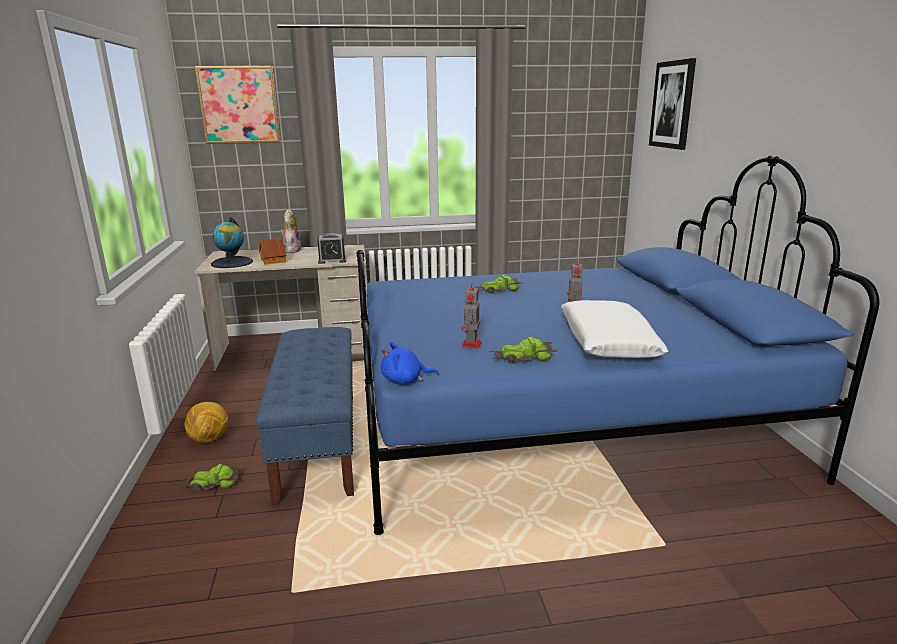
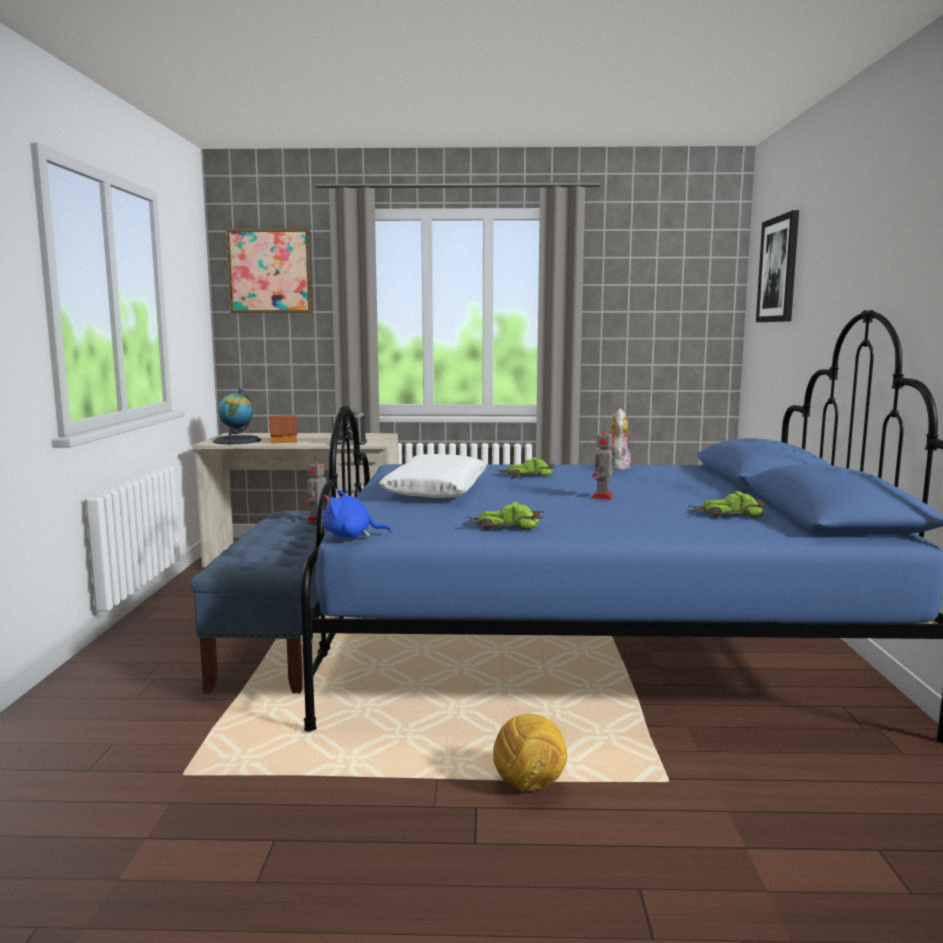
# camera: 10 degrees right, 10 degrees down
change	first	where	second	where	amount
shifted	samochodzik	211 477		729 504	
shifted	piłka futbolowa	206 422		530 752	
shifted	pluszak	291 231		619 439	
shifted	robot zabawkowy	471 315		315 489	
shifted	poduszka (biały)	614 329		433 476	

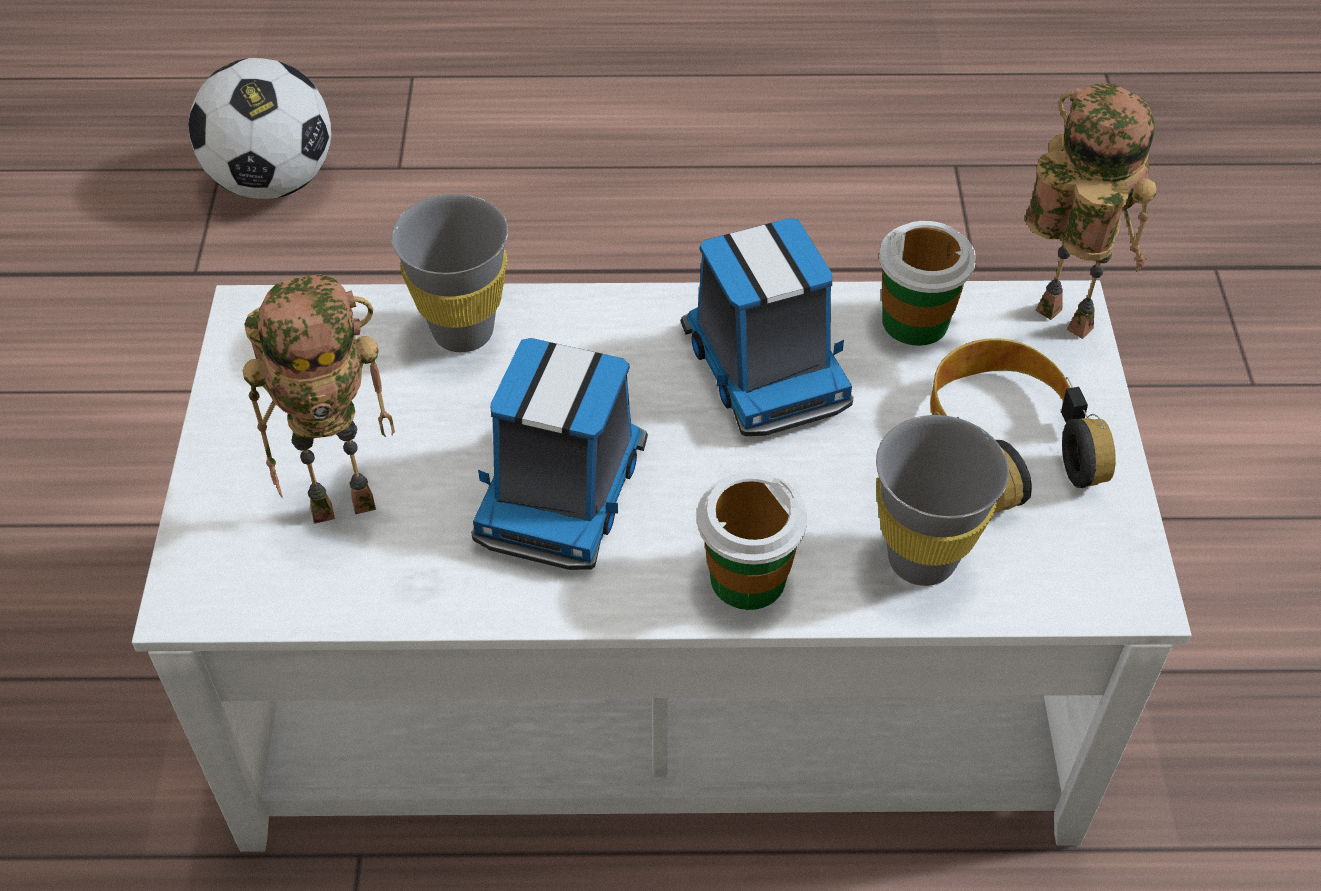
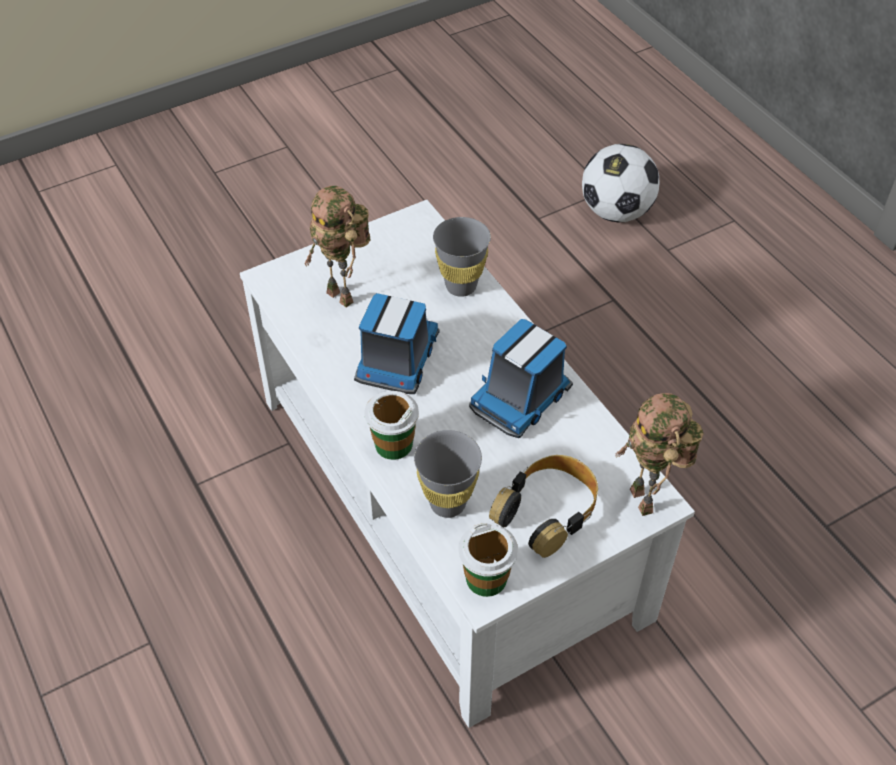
# camera: 60 degrees right, 0 degrees up
change	first	where	second	where	amount
rotated	ciężarówka zabawkowa	559 454		396 343	120 degrees clockwise
shifted	filiżanka	927 283		488 560	
rotated	robot zabawkowy	1091 211		659 454	150 degrees clockwise

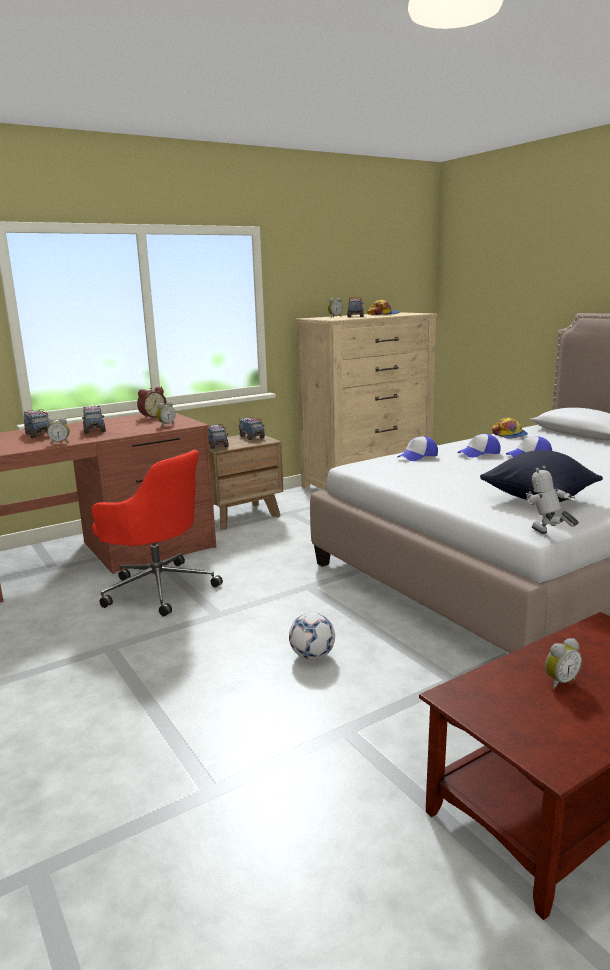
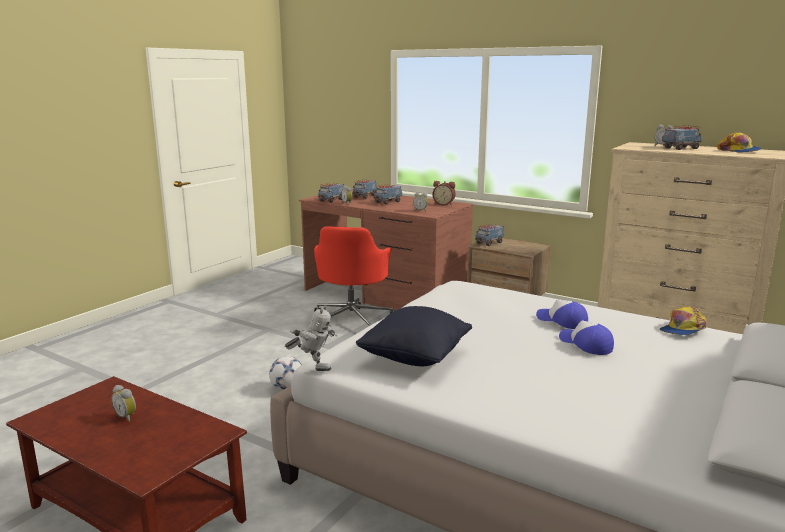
# camera: 65 degrees right, 0 degrees up
change	first	where	second	where	amount
shifted	ciężarówka zabawkowa	252 428		331 193	
gone	czapka z daszkiem	417 448			
rotated	robot zabawkowy	552 500		311 338	75 degrees clockwise

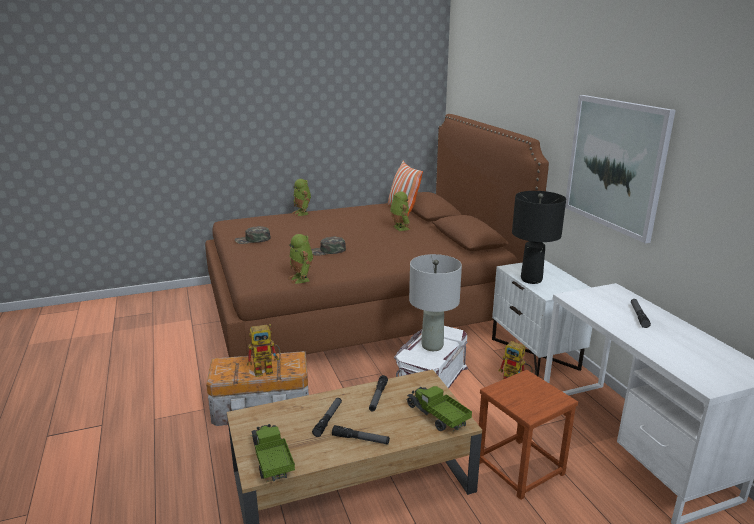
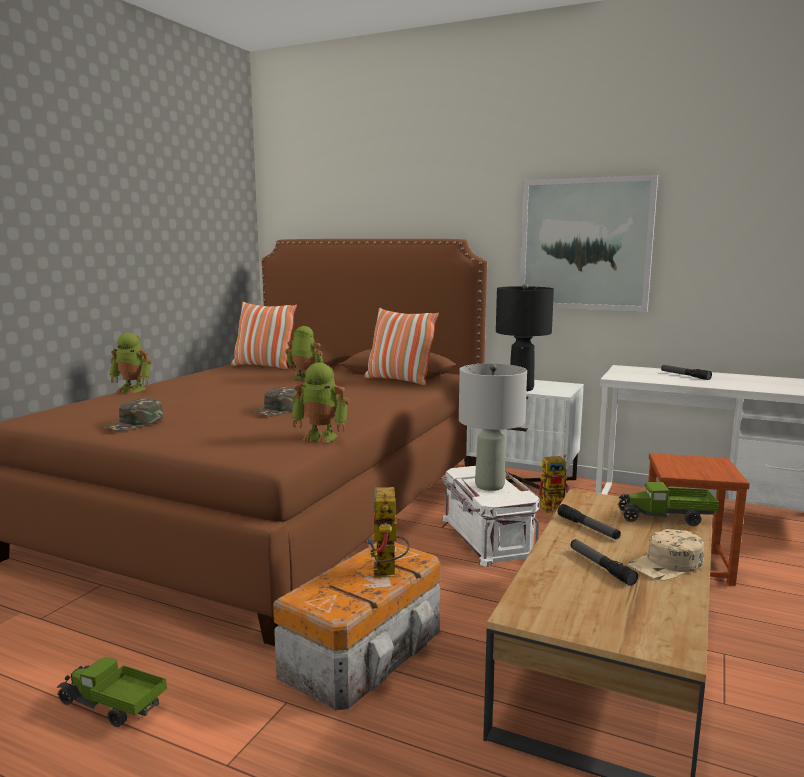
# camera: 45 degrees left, 10 degrees down
change	first	where	second	where	amount
rotated	robot zabawkowy	264 350		388 532	150 degrees clockwise
shifted	ciężarówka zabawkowa	272 453		112 692	
swapped	latarka	361 435	czapka z daszkiem (beżowy)	666 555	
new			poduszka	401 346	

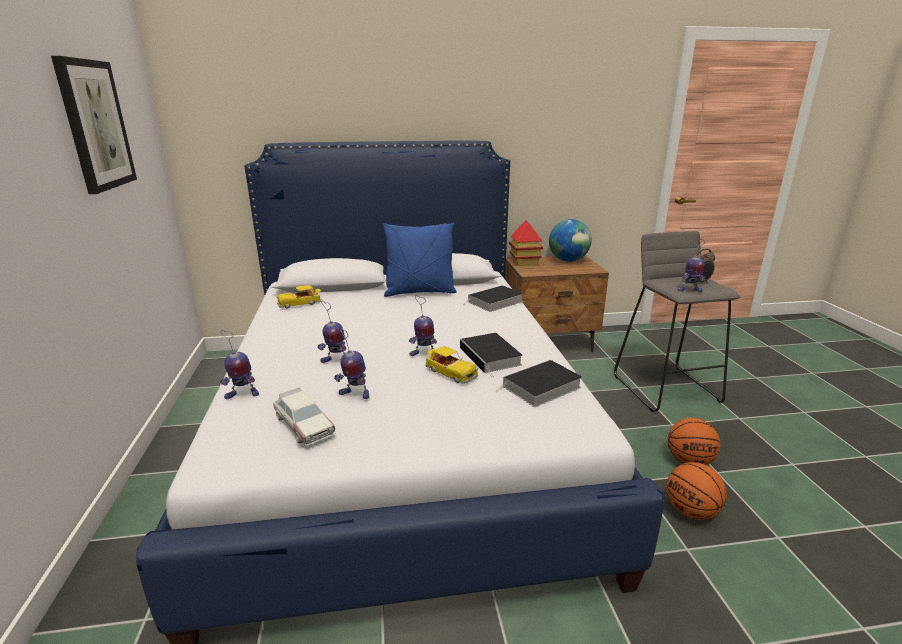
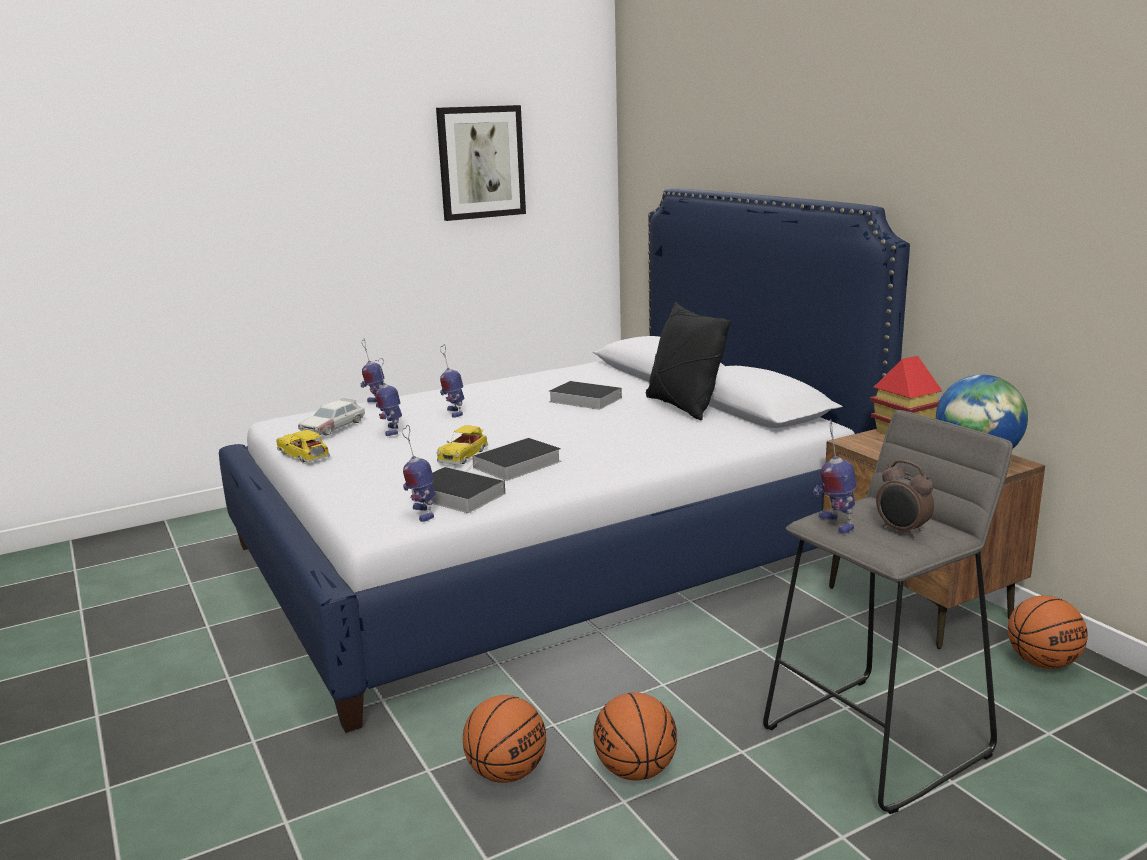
# camera: 70 degrees right, 5 degrees down
change	first	where	second	where	amount
shifted	samochodzik	299 297		303 446	
repainted	poduszka (niebieski)	419 260	poduszka (czarny)	689 361	
shifted	robot zabawkowy	423 325		419 473	
shifted	książka	493 298		585 395	
new			piłka do koszykówki	1048 632	

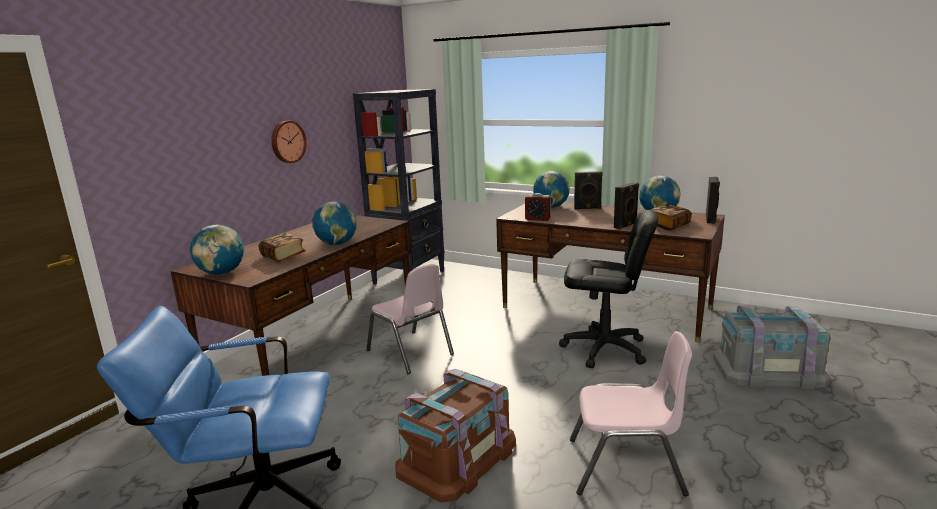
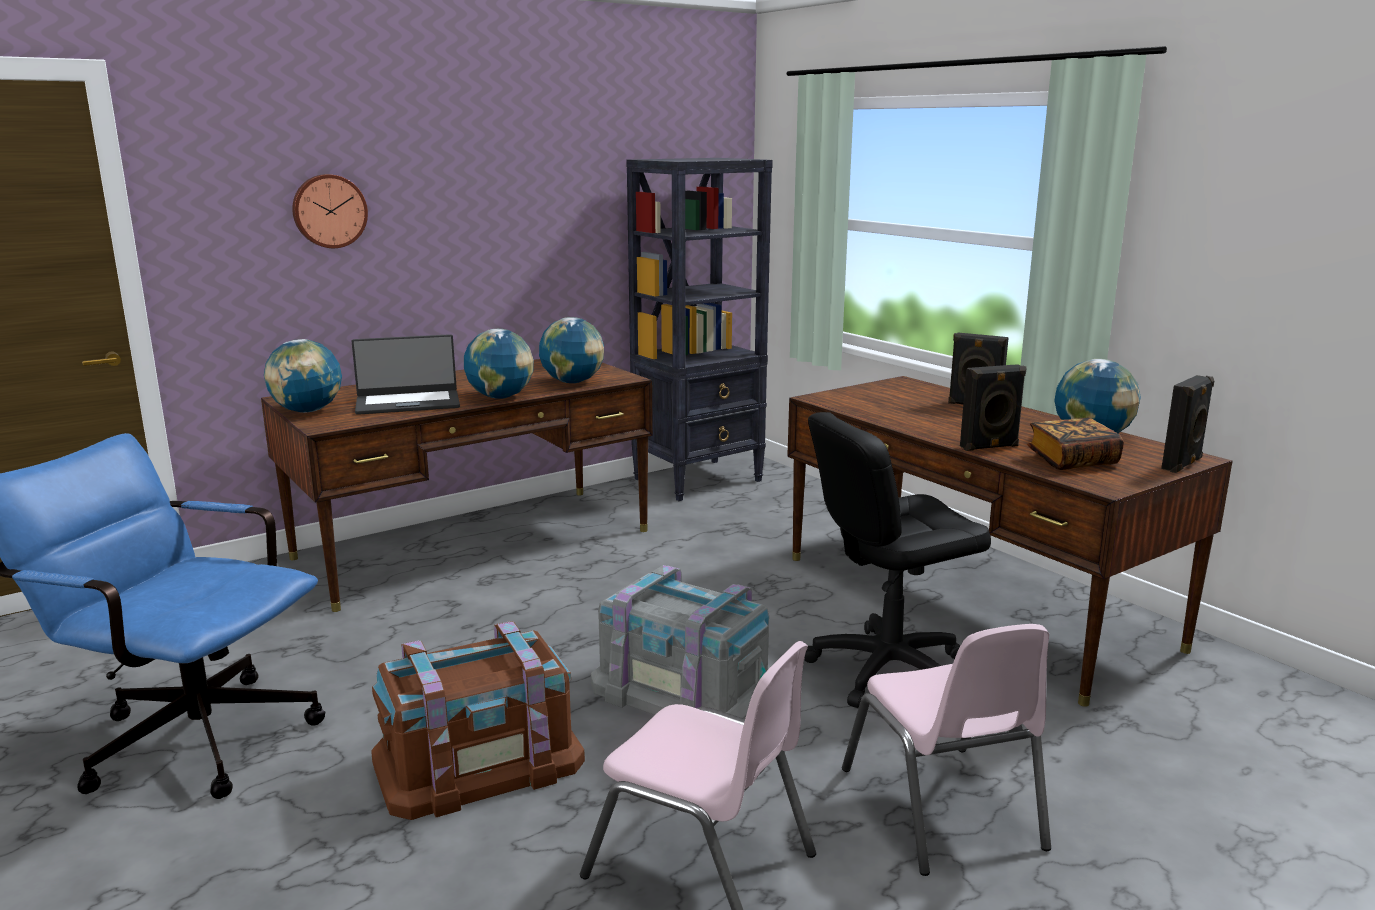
# camera: 25 degrees right, 0 degrees up
change	first	where	second	where	amount
swapped	książka	282 248	laptop	405 374	
shifted	zegar ścienny	289 142		330 211	
shifted	krzesło (różowy)	410 319		946 750	
gone	budzik	538 207			
shifted	globus	551 189		571 350	
rotated	krzesło biurowe (czarny)	608 289		897 560	120 degrees clockwise
shifted	pojemnik do przechowywania (szary)	772 347		680 642	

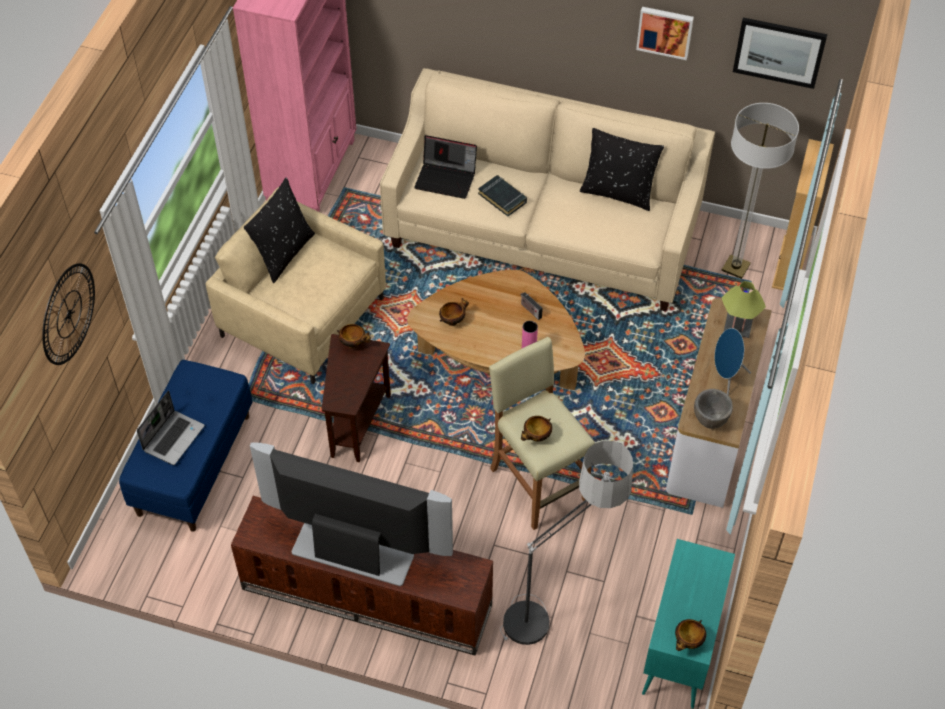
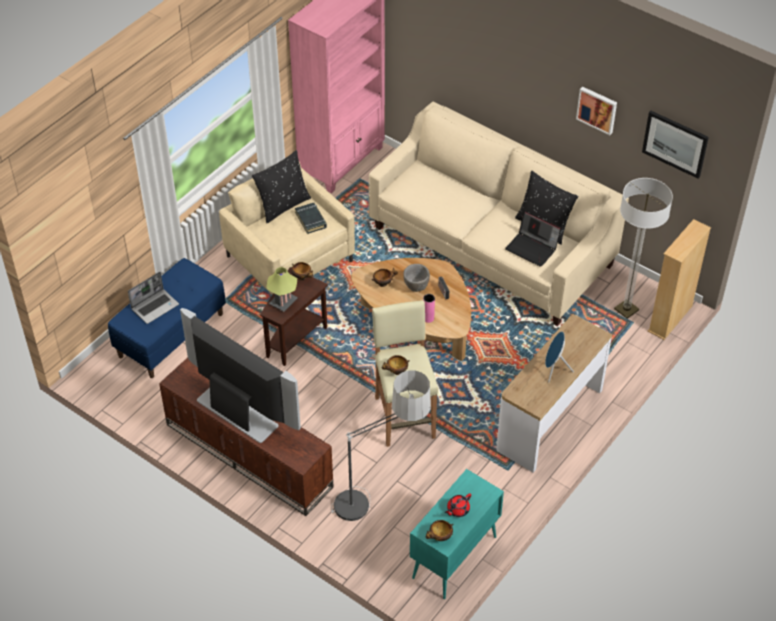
# camera: 20 degrees right, 5 degrees down
change	first	where	second	where	amount
gone	zegar ścienny	68 314			
shifted	laptop	445 167		533 239	
shifted	książka (czarny)	502 195		311 218	
shifted	miska (szary)	713 409		416 278	
shifted	lampa stołowa	744 309		282 289	
new			imbryk (czerwony)	458 505	

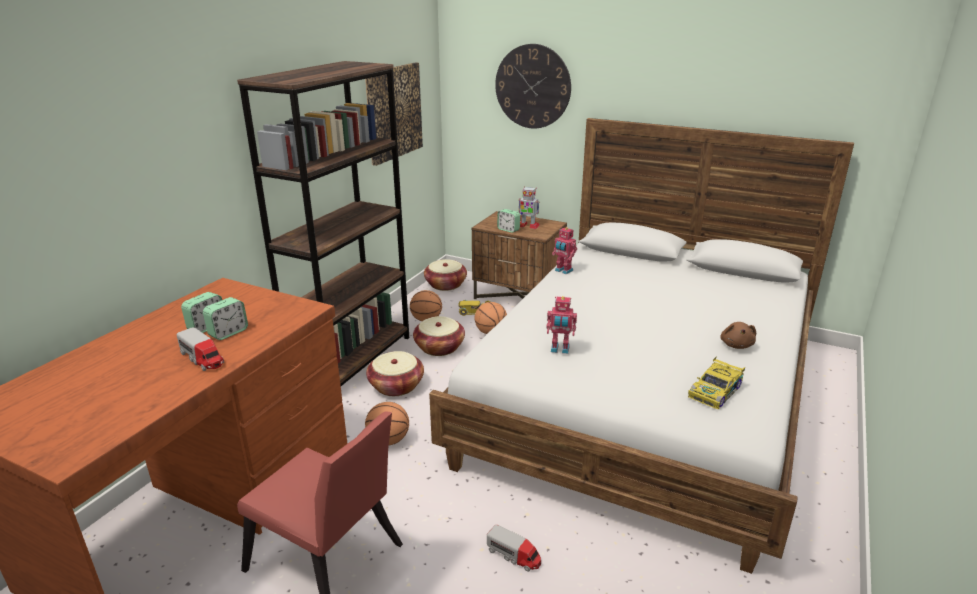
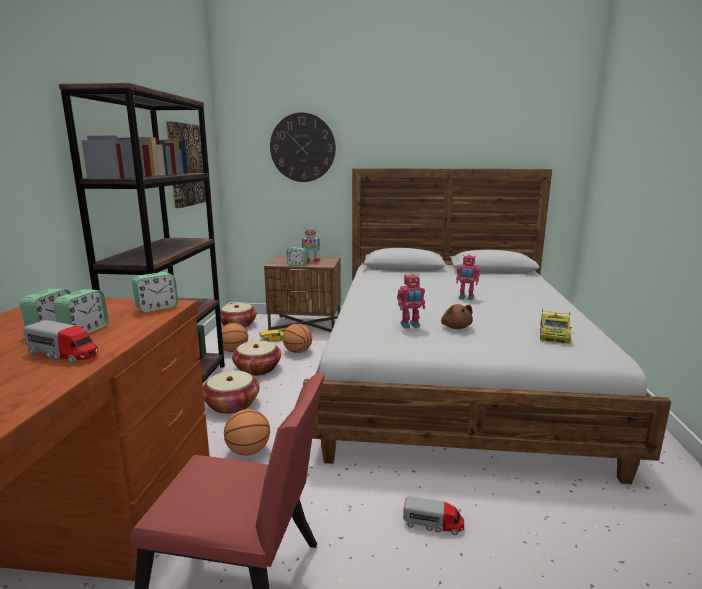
# camera: 20 degrees left, 10 degrees down
change	first	where	second	where	amount
shifted	robot zabawkowy	564 250		468 277	
shifted	pluszak (brązowy)	738 335		457 316	
new			budzik	155 292	

